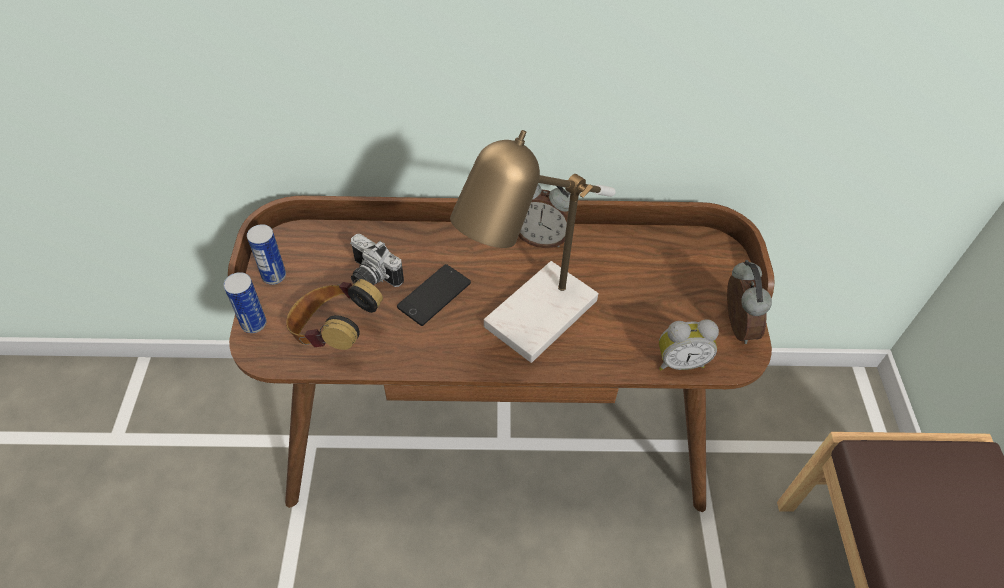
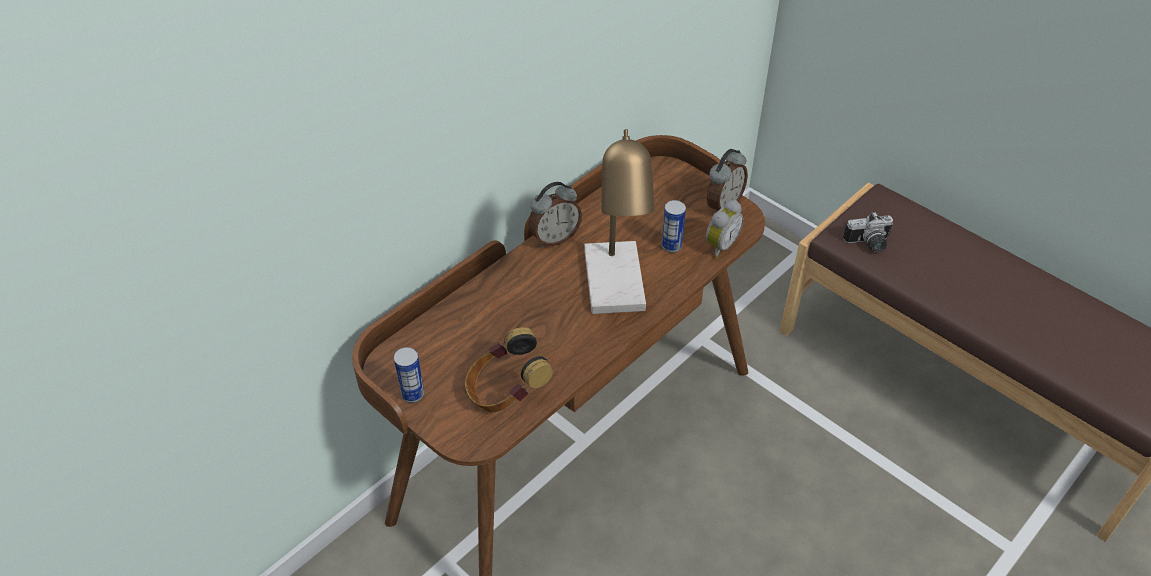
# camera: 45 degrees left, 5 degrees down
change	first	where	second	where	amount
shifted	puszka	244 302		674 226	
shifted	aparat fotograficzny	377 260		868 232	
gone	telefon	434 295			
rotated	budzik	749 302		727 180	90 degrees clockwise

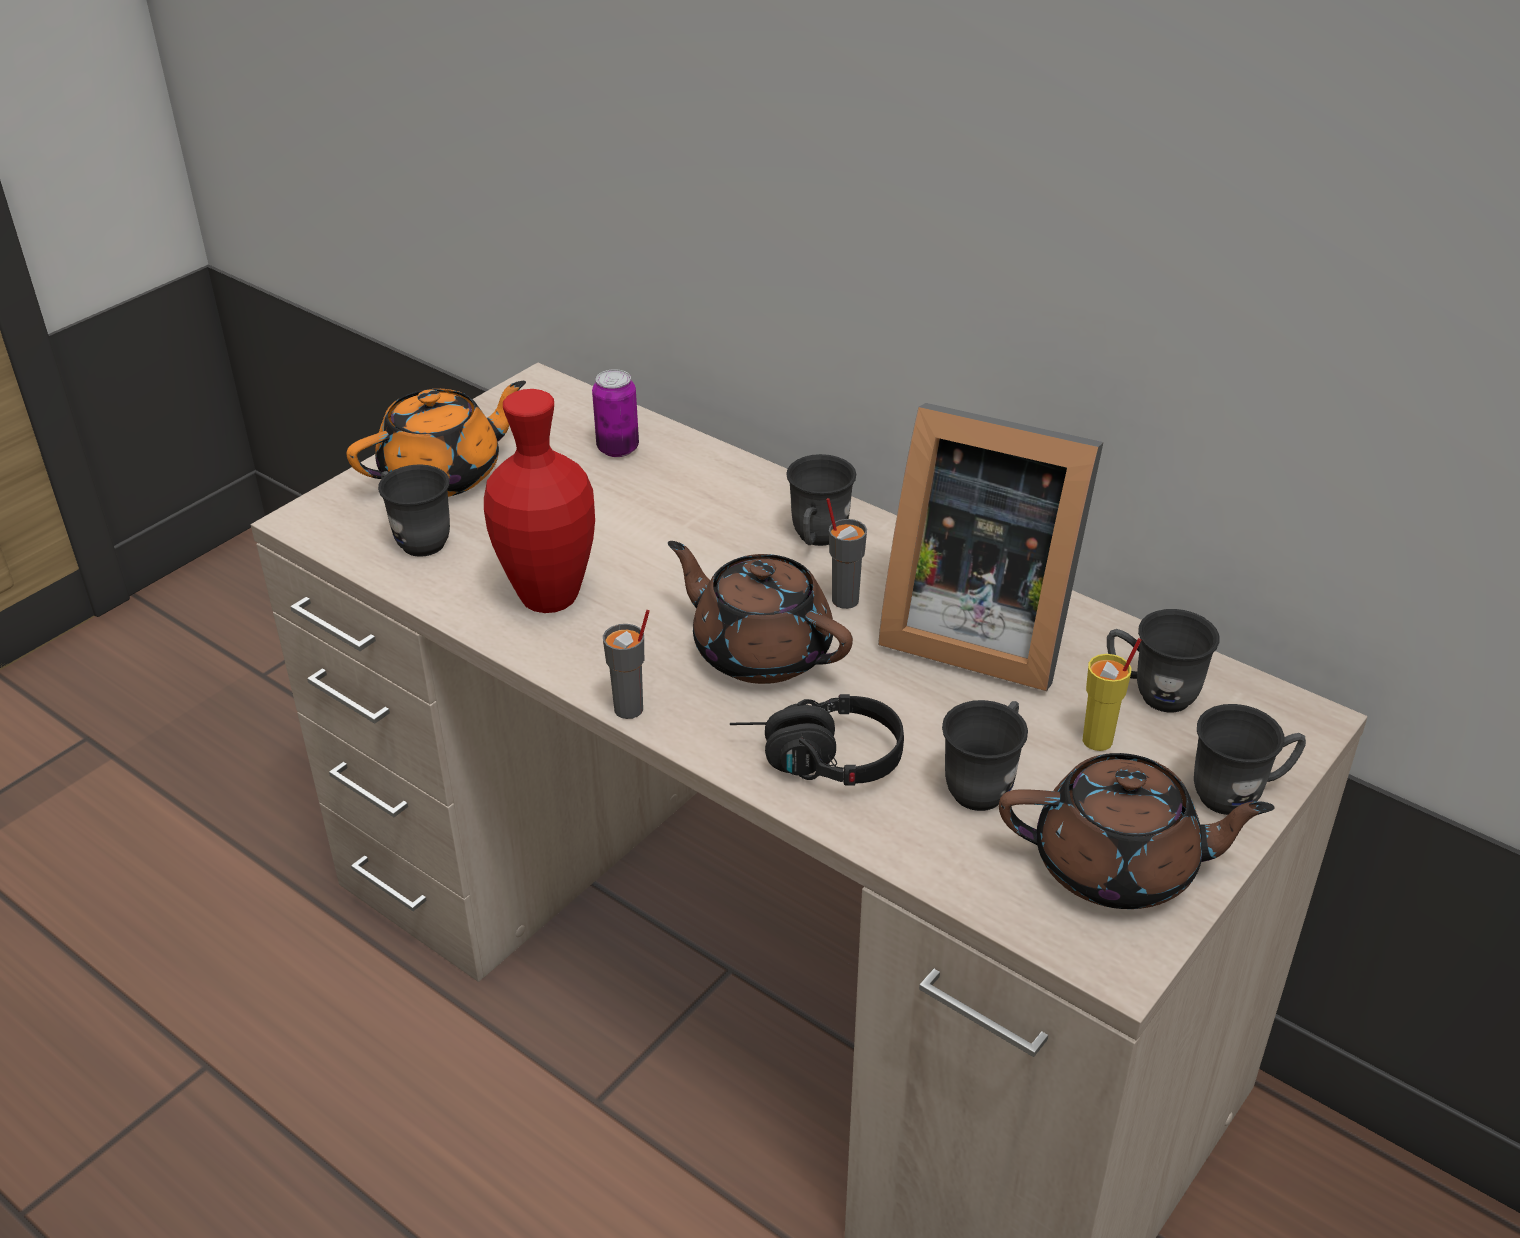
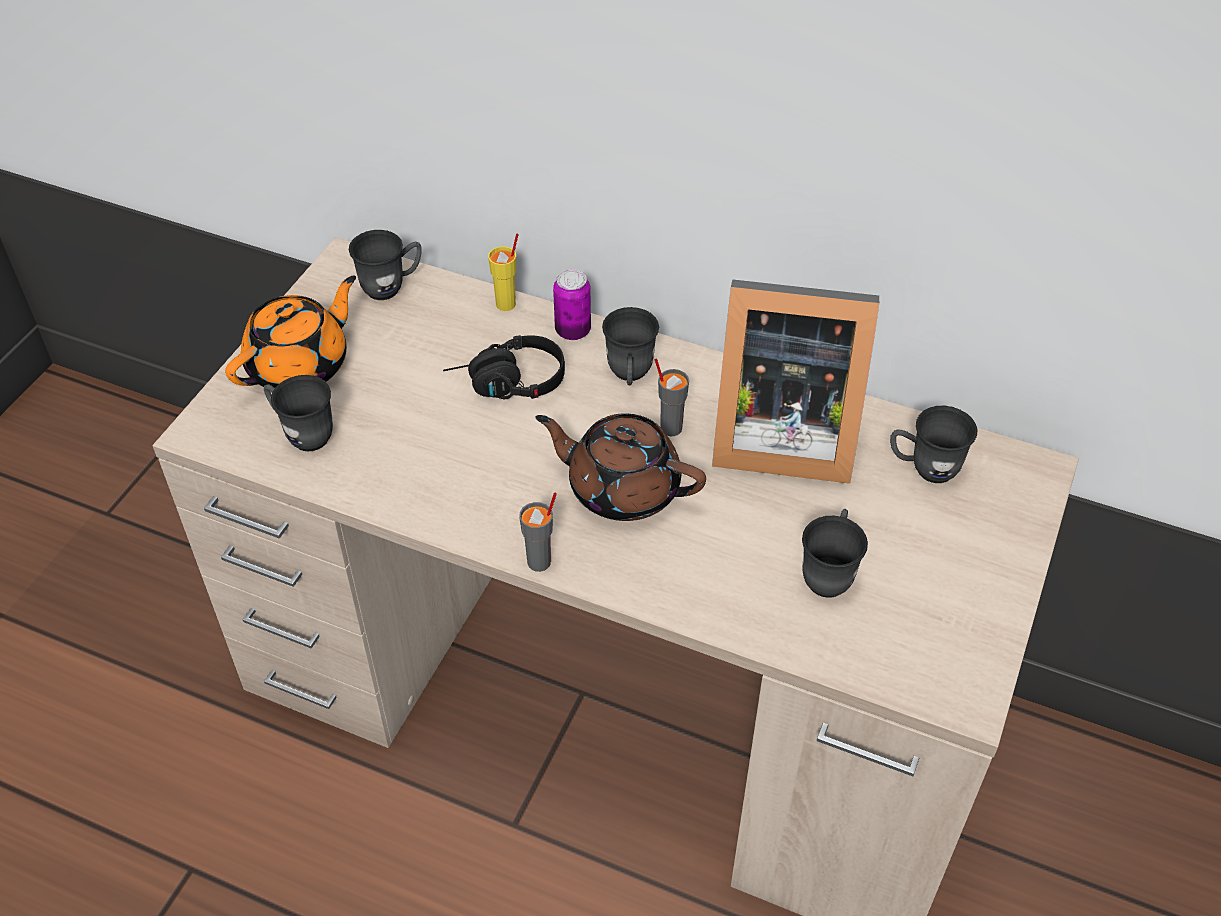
# camera: 15 degrees left, 10 degrees up
change	first	where	second	where	amount
gone	wazon (czerwony)	539 501			
shifted	puszka	615 413		572 304	
shifted	słuchawki (czarny)	817 740		504 367	
gone	imbryk (brązowy)	1136 831			
shifted	filiżanka (żółty)	1112 694		503 272	
shifted	kubek (szary)	1250 759		385 265	

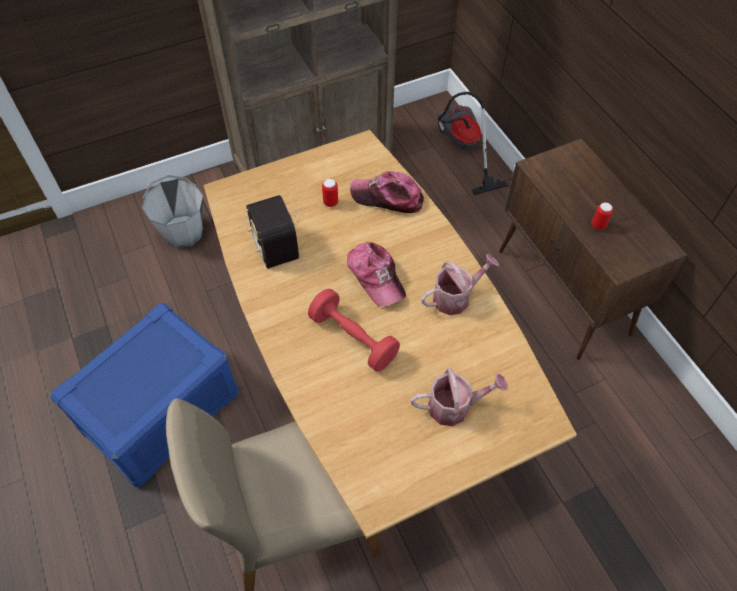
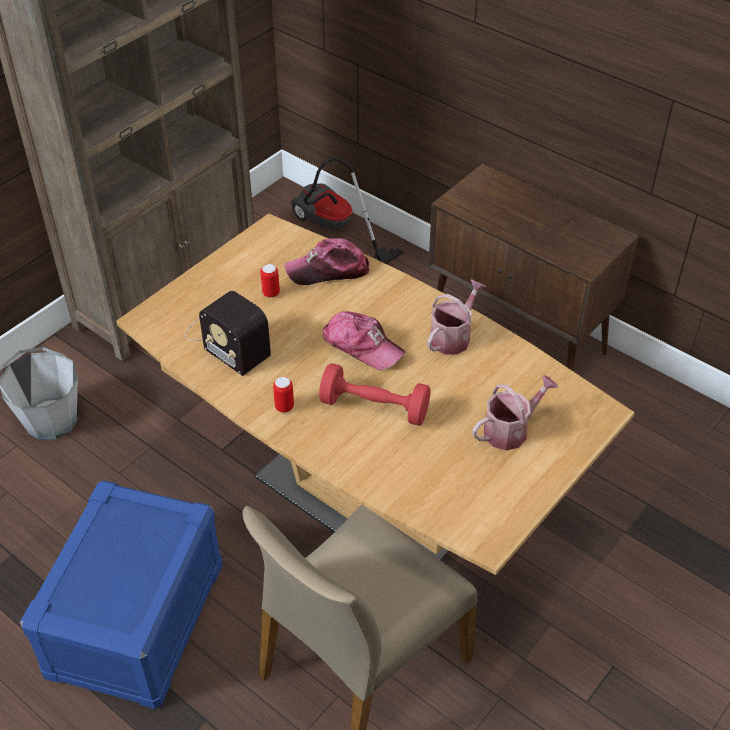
# camera: 25 degrees left, 10 degrees down
change	first	where	second	where	amount
shifted	puszka	602 216		283 395	

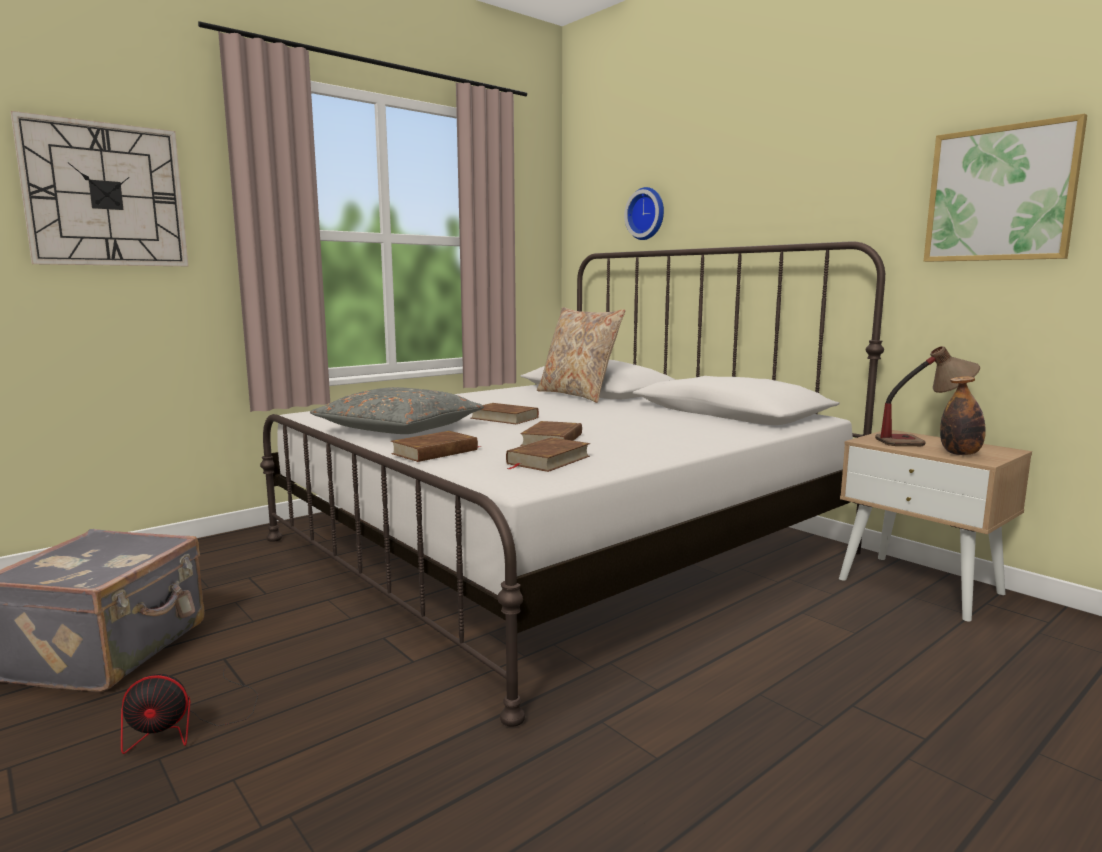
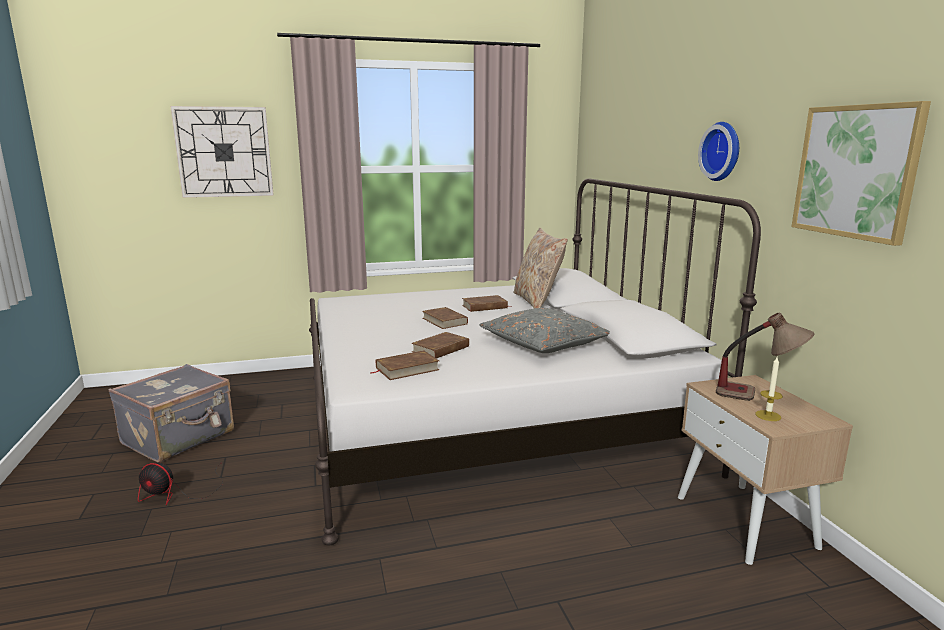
# camera: 25 degrees right, 5 degrees up
change	first	where	second	where	amount
shifted	poduszka (szary)	397 410		544 330	
shifted	książka (brązowy)	435 446		487 303	
shifted	zegar ścienny	644 213		718 151	
swapped	butelka	963 415	świeca	769 389	

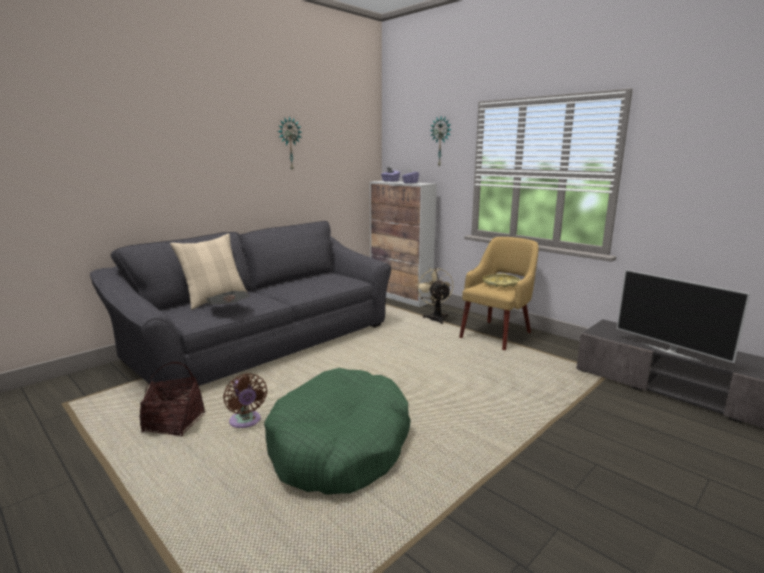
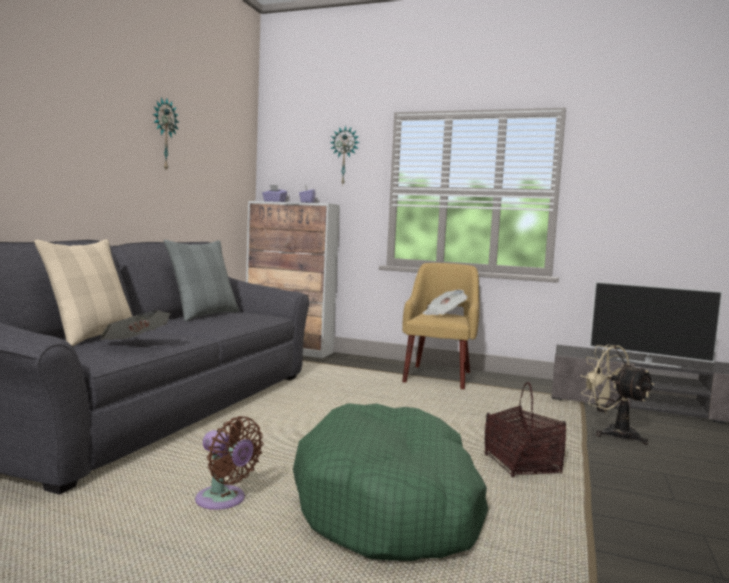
# camera: 25 degrees left, 10 degrees down
change	first	where	second	where	amount
shifted	koszyk	172 399		525 429	
shifted	wentylator (beżowy)	434 296		617 395	
swapped	taca (żółty)	501 280	gazeta	445 302	
new			poduszka (szary)	201 280	

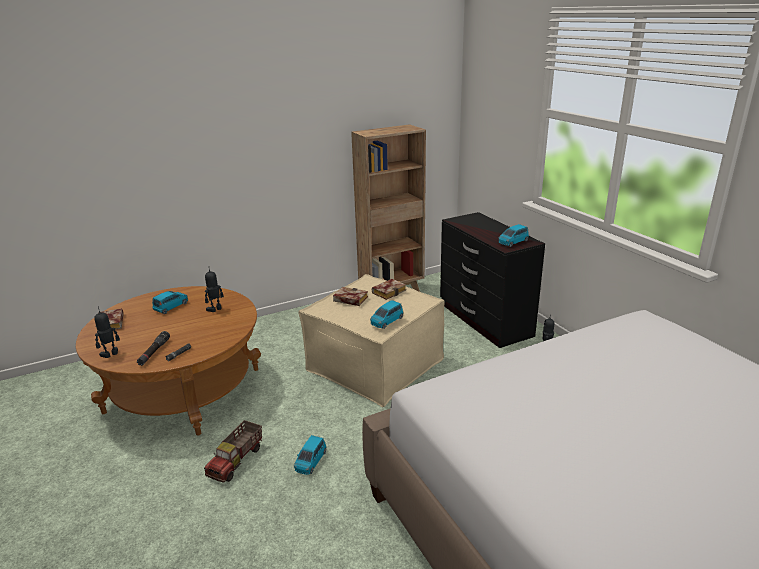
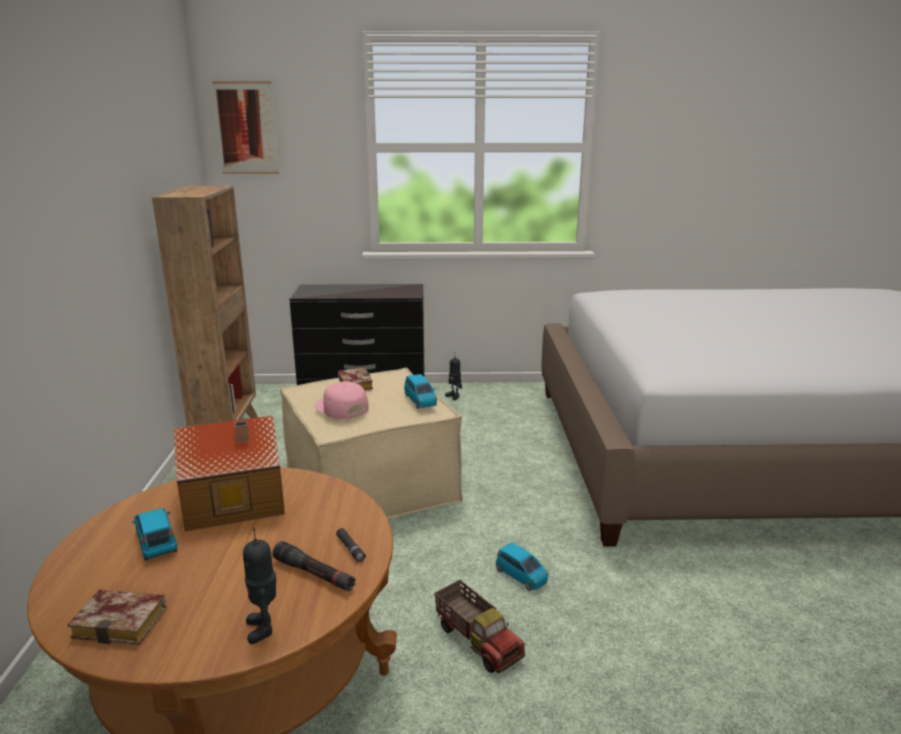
# camera: 65 degrees left, 5 degrees down
change	first	where	second	where	amount
swapped	robot zabawkowy	214 289	domek	229 473	
swapped	książka	350 296	czapka z daszkiem (różowy)	342 400	
gone	samochodzik (niebieski)	514 235			
new			obraz	245 127	

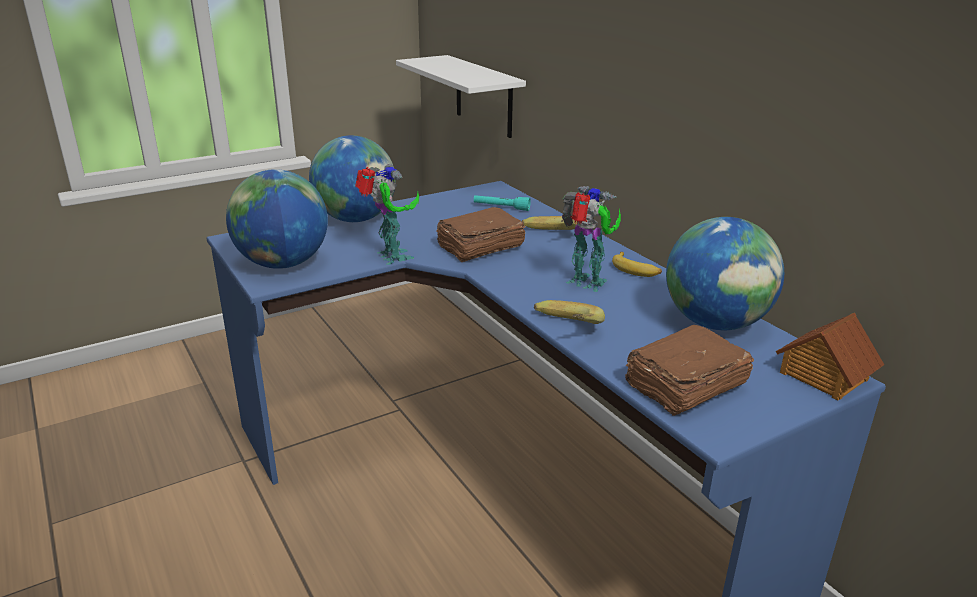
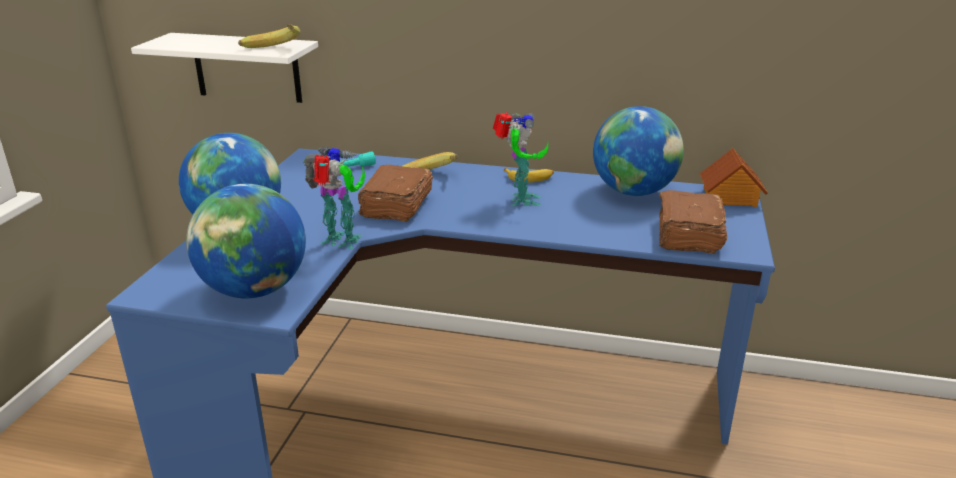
# camera: 45 degrees left, 0 degrees up
change	first	where	second	where	amount
shifted	banan	569 312		269 36	
rotated	robot zabawkowy	591 239		520 159	105 degrees clockwise

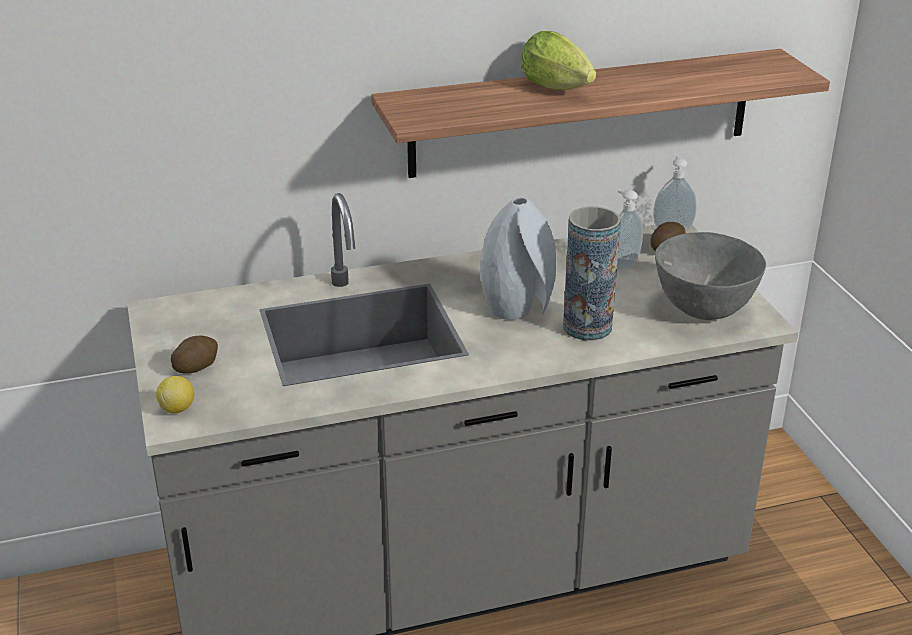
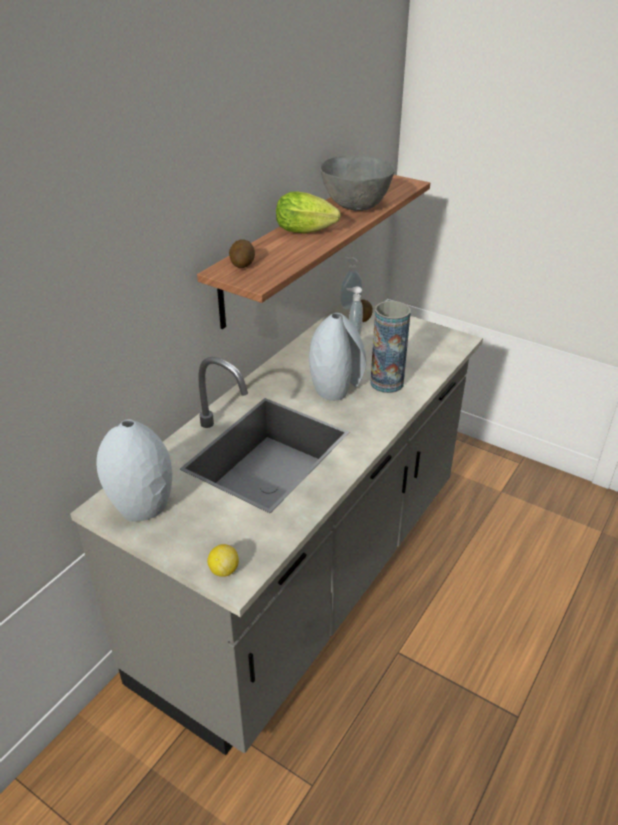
# camera: 40 degrees left, 5 degrees up
change	first	where	second	where	amount
shifted	ziemniak	194 355		242 253	
shifted	miska (szary)	710 276		357 183	
new			wazon (szary)	134 470	

